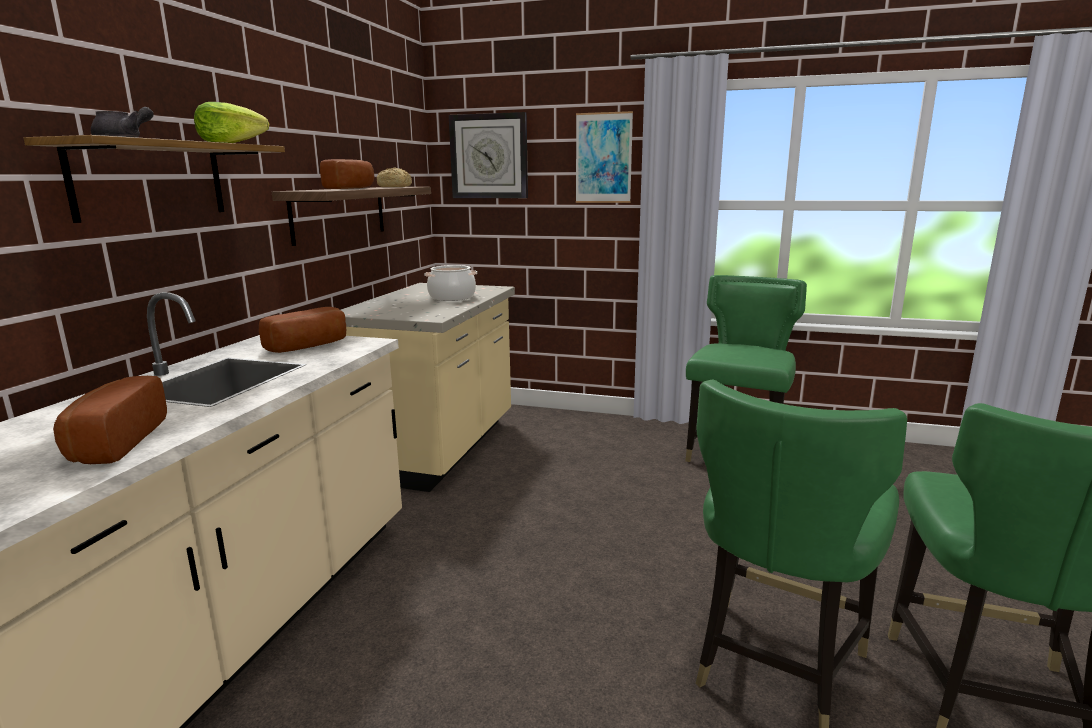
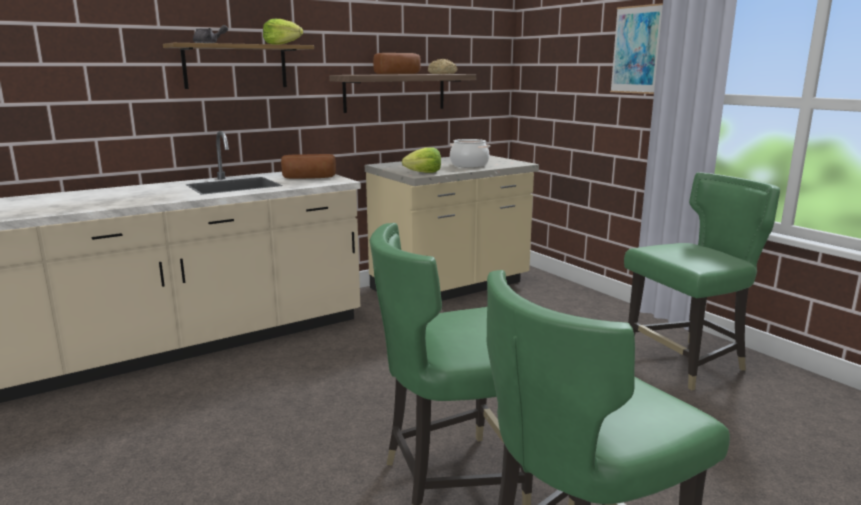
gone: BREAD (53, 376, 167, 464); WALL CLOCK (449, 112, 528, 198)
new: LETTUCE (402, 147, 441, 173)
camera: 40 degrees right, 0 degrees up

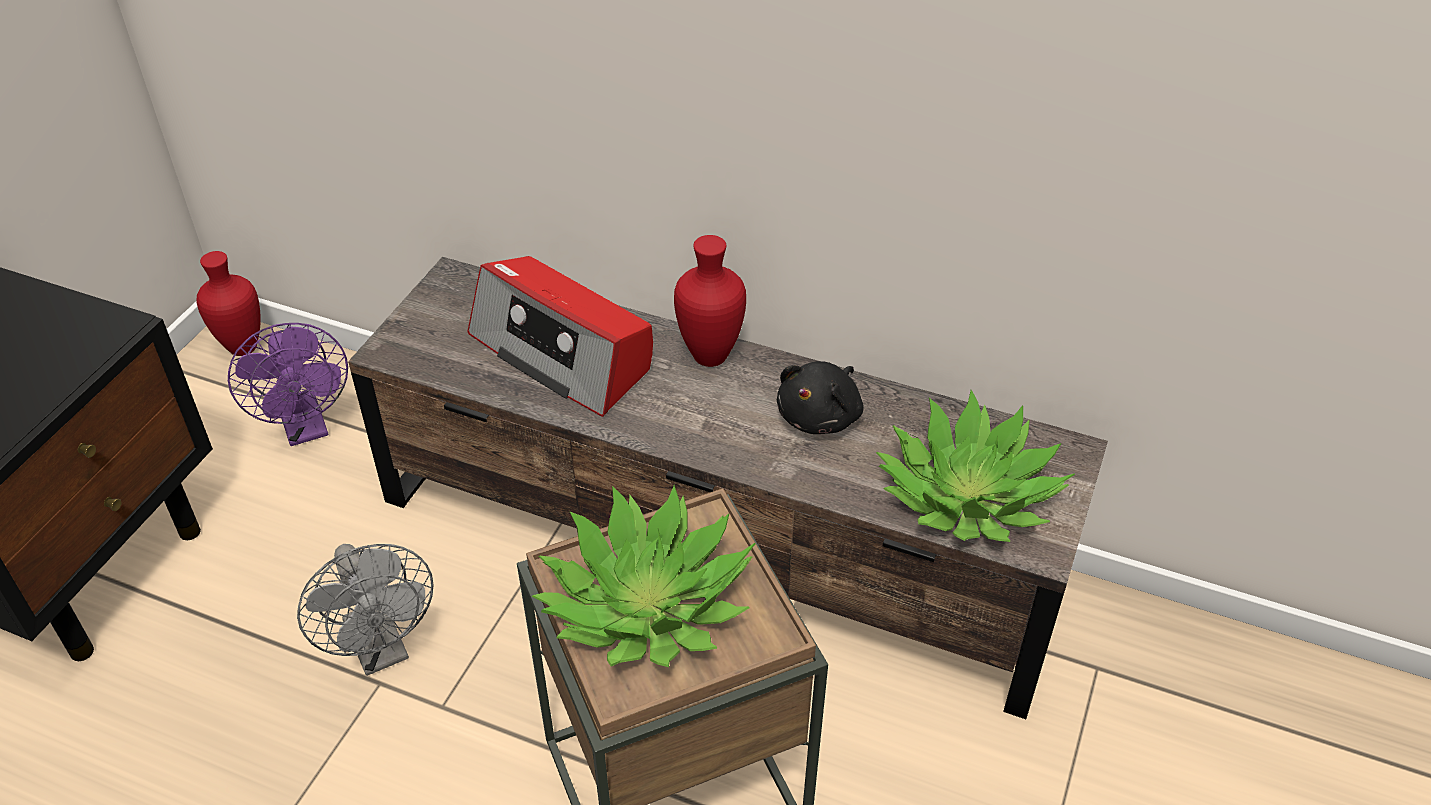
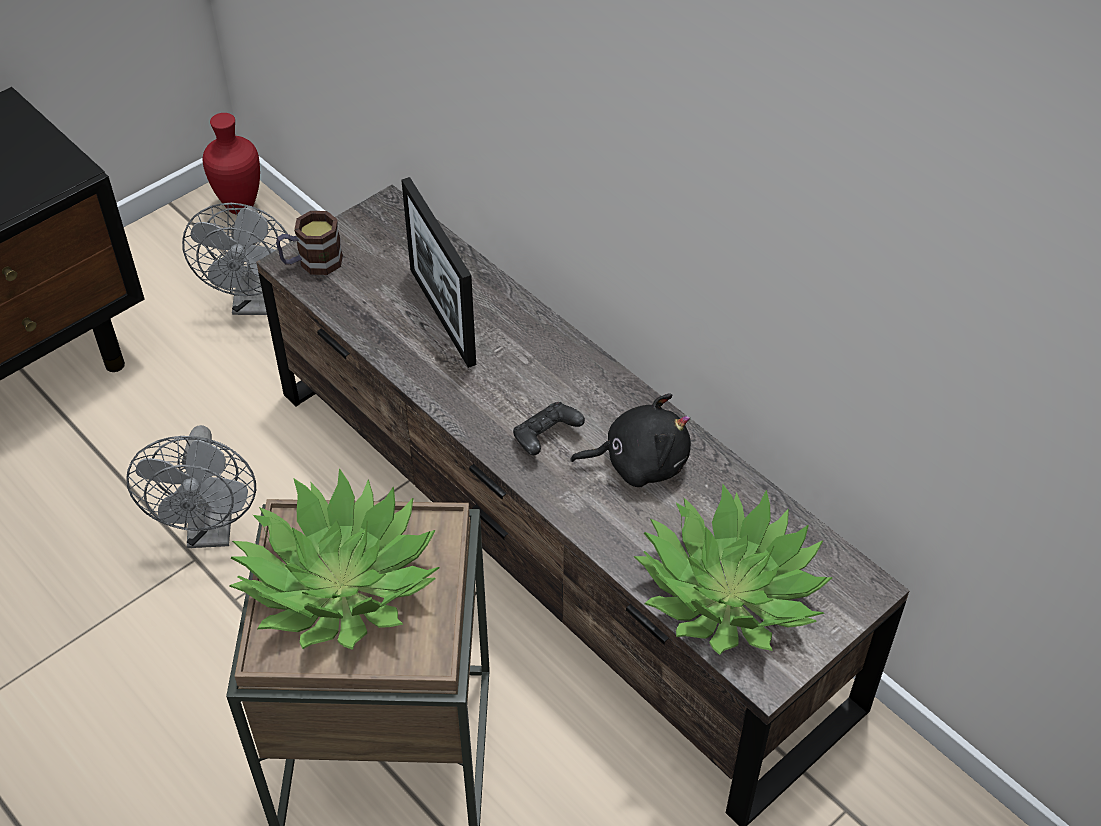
gone: RED VASE (674, 235, 746, 367)
new: MUG (276, 211, 343, 275); BLACK GAME CONTROLLER (513, 402, 585, 455)
swapped: RADIO (467, 256, 653, 417) to PICTURE FRAME (401, 177, 476, 368)
repainted: PURPLE FAN (228, 323, 348, 446) to GREY FAN (182, 203, 292, 315)
rotated: BLACK PLUSH TOY (777, 361, 864, 434) = (570, 393, 691, 487) 150 degrees counterclockwise
camera: 25 degrees right, 5 degrees up

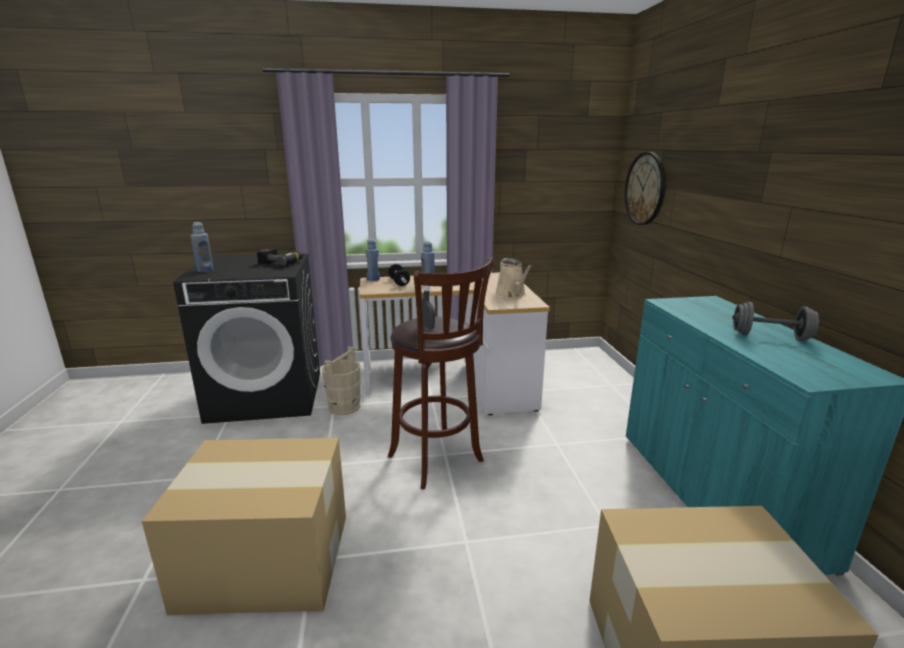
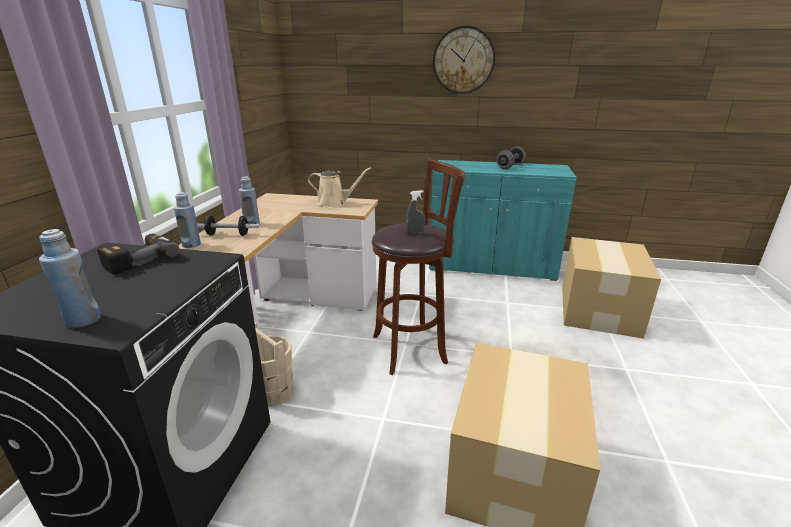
shifted: WALL CLOCK (625, 152, 666, 225) to (433, 26, 495, 94)
camera: 70 degrees left, 5 degrees up

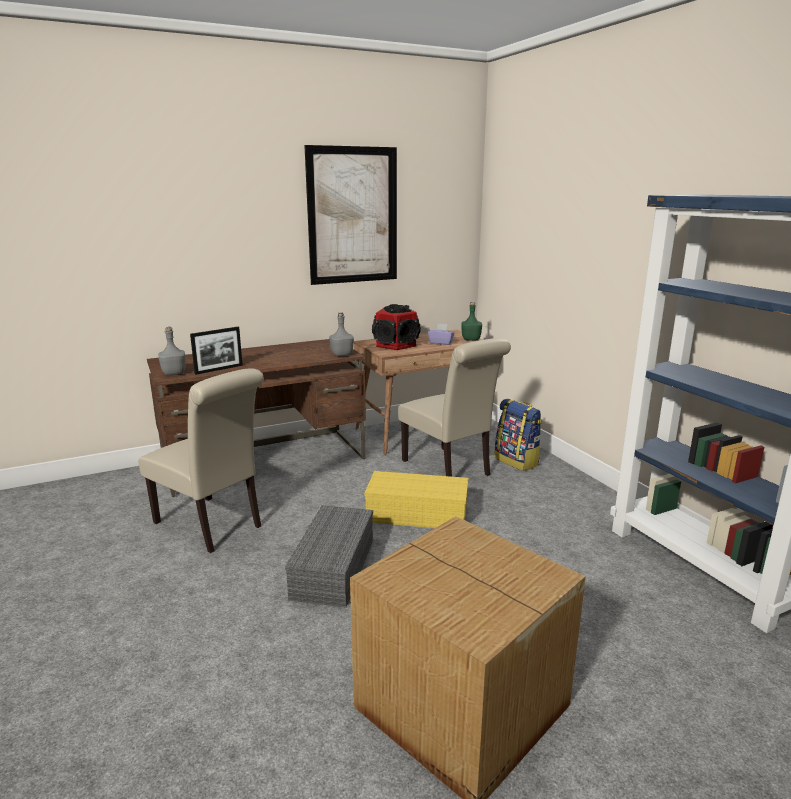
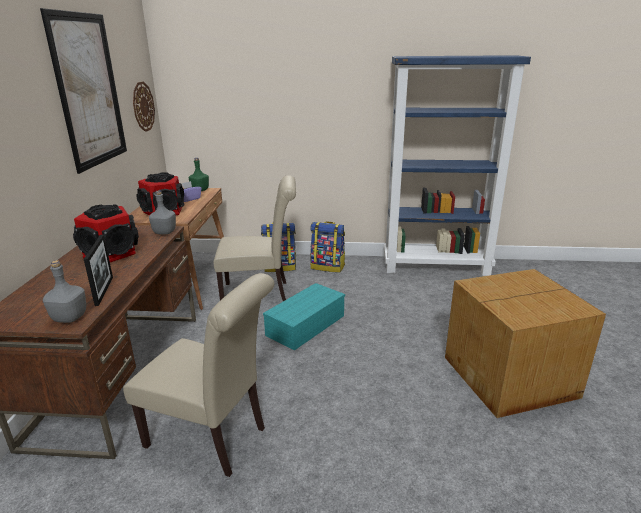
gone: GREY STORAGE BOX (285, 505, 373, 608)
new: SPEAKER (73, 204, 139, 262); WALL CLOCK (133, 82, 155, 132); BACKPACK (310, 221, 345, 273)
repainted: YELLOW STORAGE BOX (364, 471, 469, 528) to TURQUOISE STORAGE BOX (263, 283, 345, 350)
rotated: BEIGE CHAIR (138, 368, 264, 553) = (123, 273, 274, 477) 45 degrees clockwise
camera: 60 degrees left, 5 degrees up

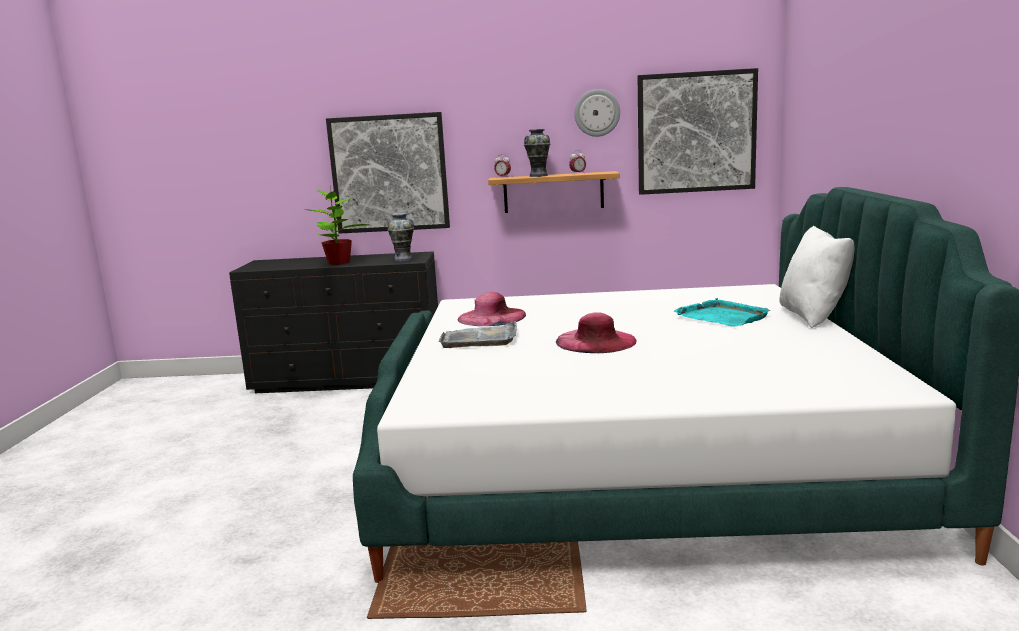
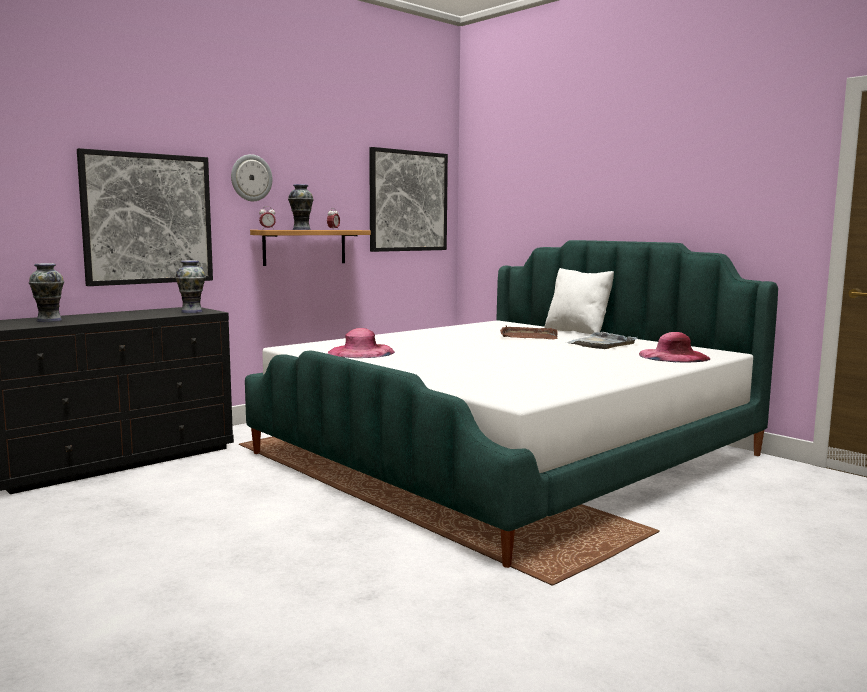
gone: POTTED PLANT (305, 186, 369, 265)
new: VASE (29, 263, 64, 322)
shifted: GREY TRAY (439, 321, 517, 348) to (566, 332, 638, 349); PINK HAT (556, 312, 637, 353) to (639, 332, 710, 362); WALL CLOCK (574, 89, 620, 137) to (231, 154, 273, 201)
repainted: TURQUOISE TRAY (674, 298, 770, 327) to BROWN TRAY (500, 325, 558, 339)
camera: 45 degrees left, 5 degrees down

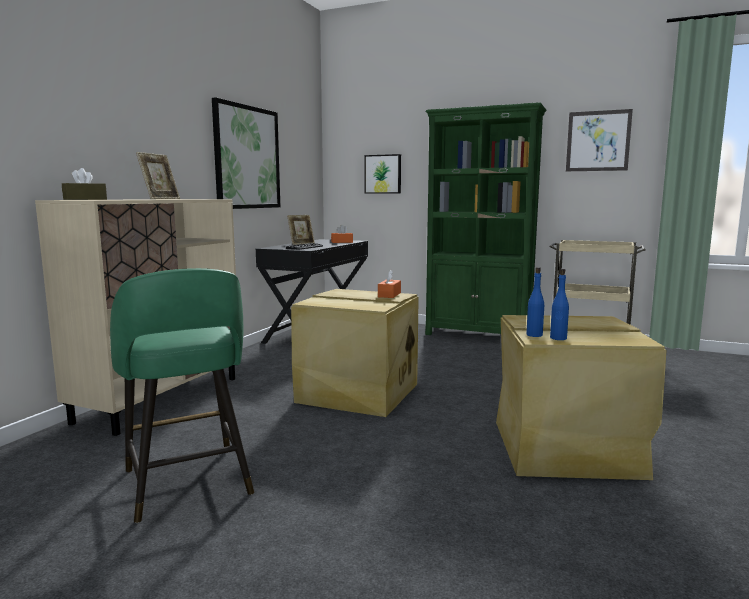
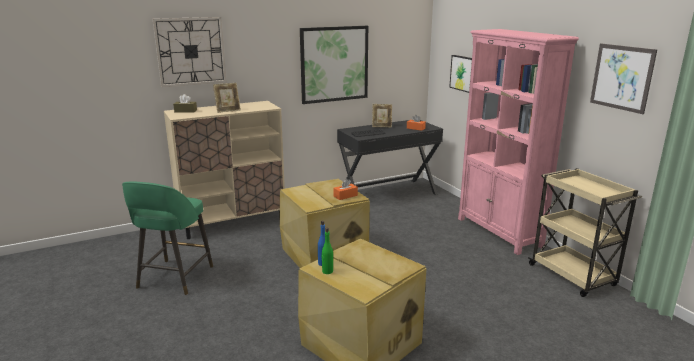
new: WALL CLOCK (153, 17, 226, 87)
repainted: GREEN BOOKCASE (425, 102, 547, 335) to PINK BOOKCASE (458, 29, 579, 255); BLUE BOTTLE (550, 269, 569, 340) to GREEN BOTTLE (321, 228, 333, 274)
camera: 40 degrees right, 10 degrees up

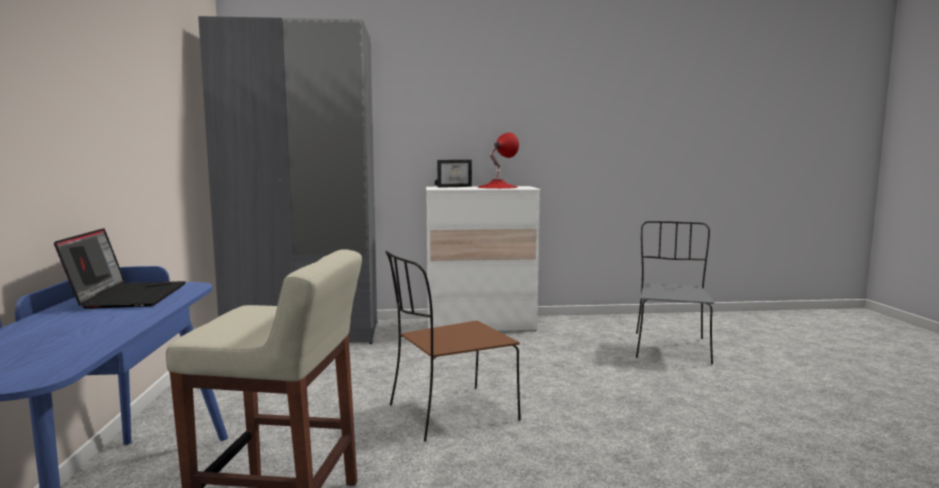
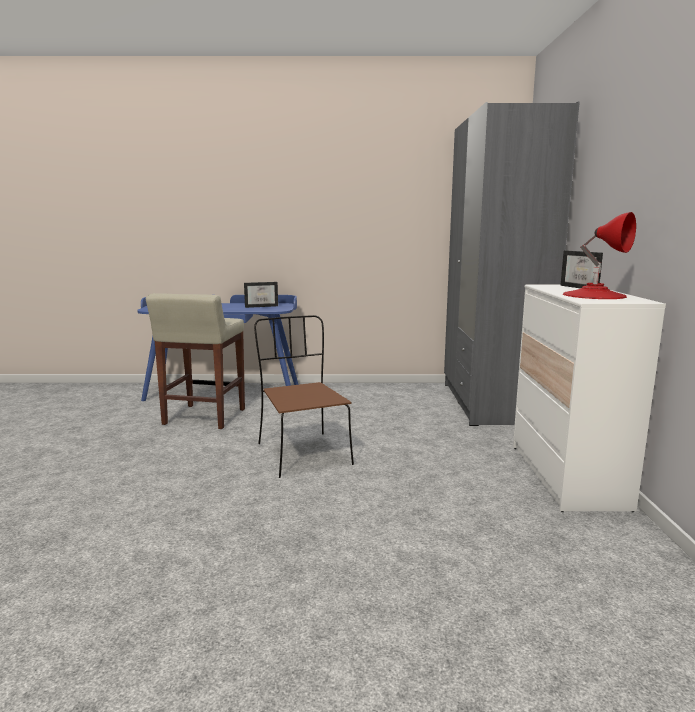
gone: GREY CHAIR (636, 221, 714, 364)
swapped: LAPTOP (54, 228, 186, 309) to PICTURE FRAME (244, 282, 278, 308)
camera: 95 degrees right, 5 degrees up

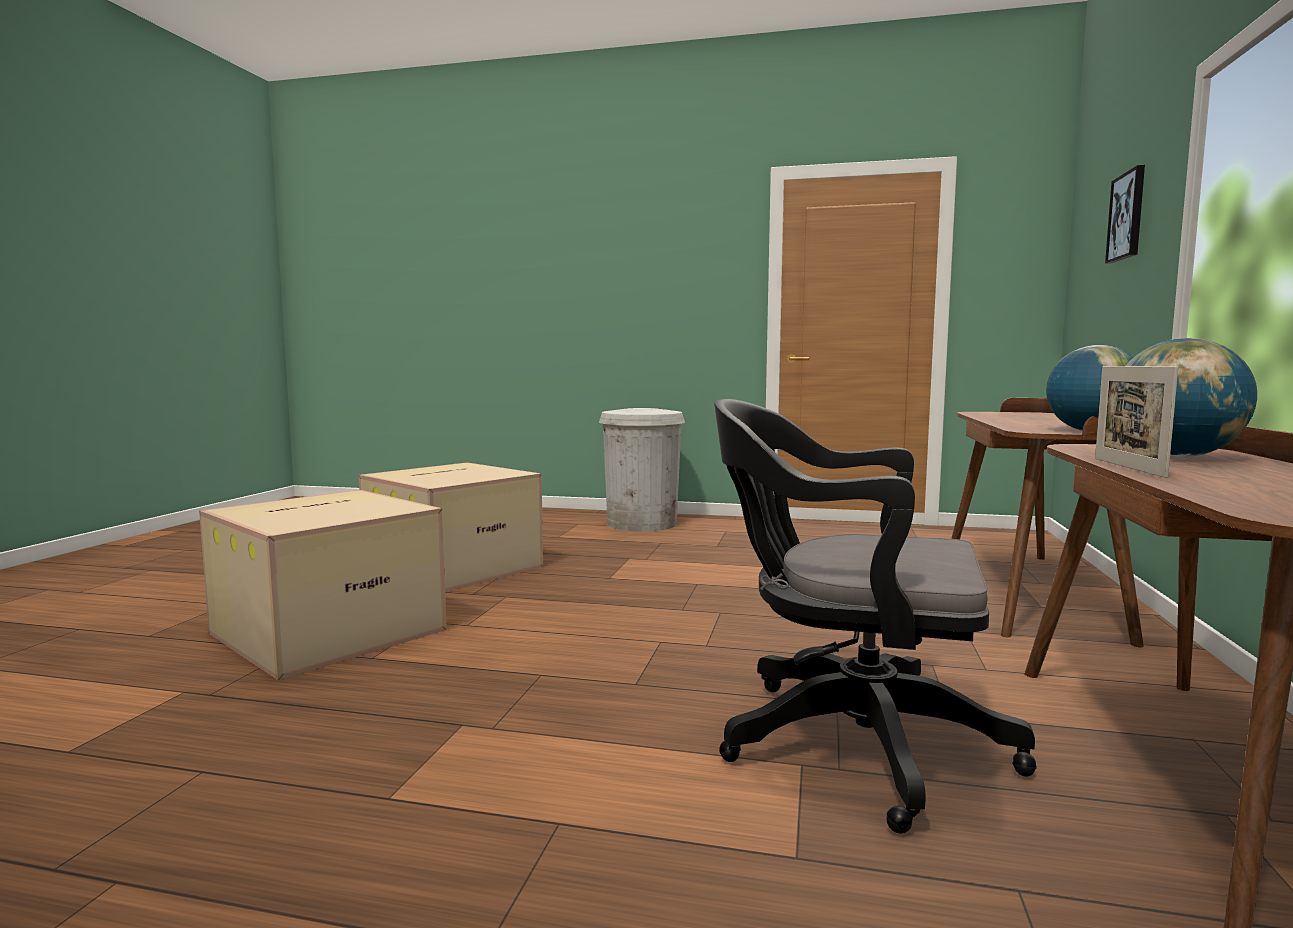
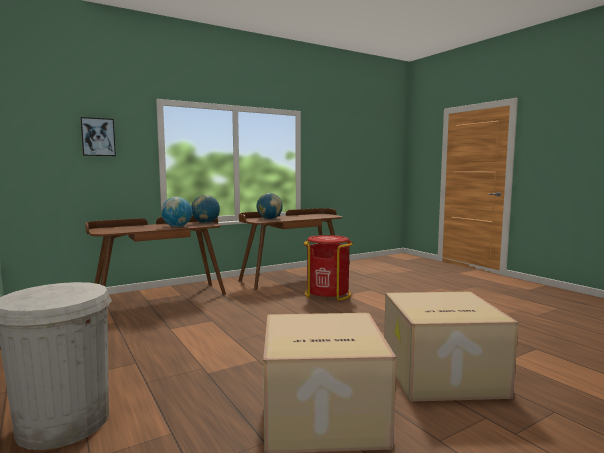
gone: PICTURE FRAME (1095, 366, 1178, 478)
new: GLOBE (161, 197, 192, 227)
swapped: BLACK OFFICE CHAIR (714, 399, 1037, 834) to RED TRASH CAN (304, 235, 353, 301)
camera: 135 degrees left, 0 degrees up

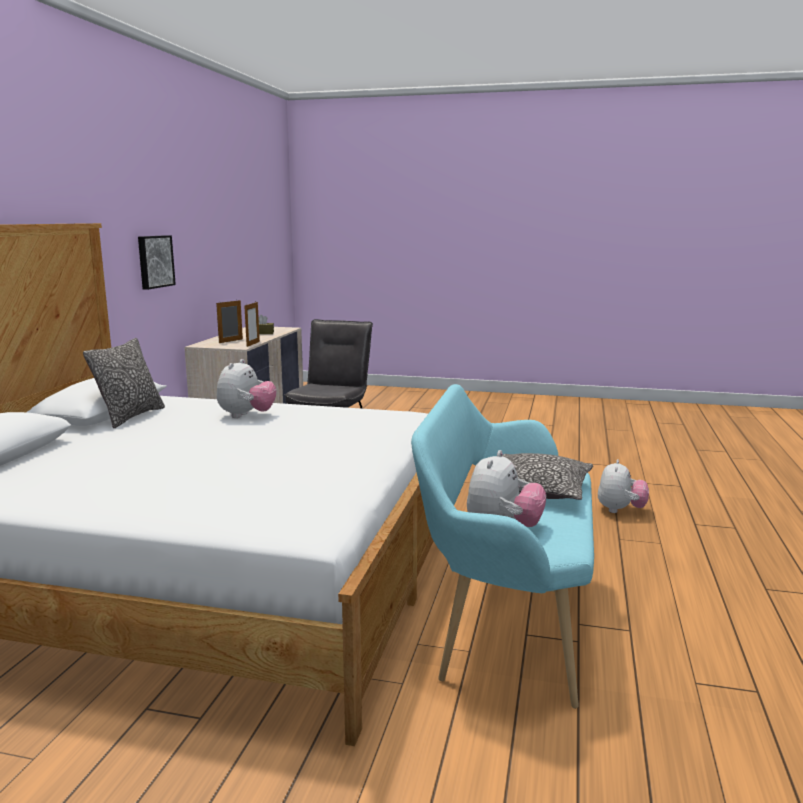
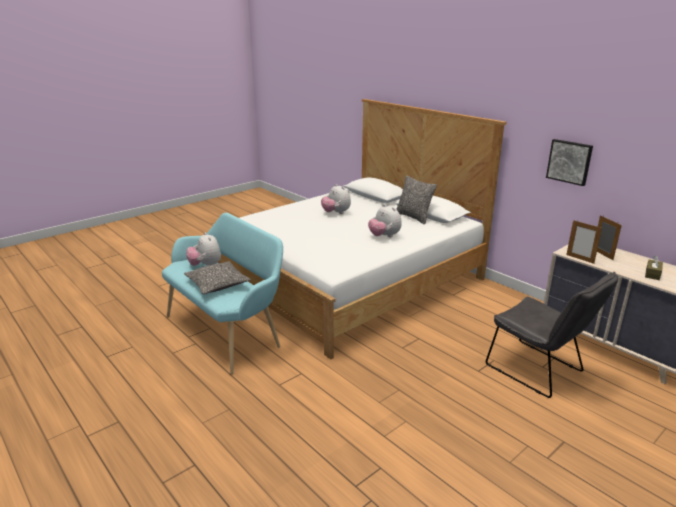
shifted: PLUSH TOY (598, 459, 649, 513) to (321, 184, 351, 214)
camera: 125 degrees right, 10 degrees up

